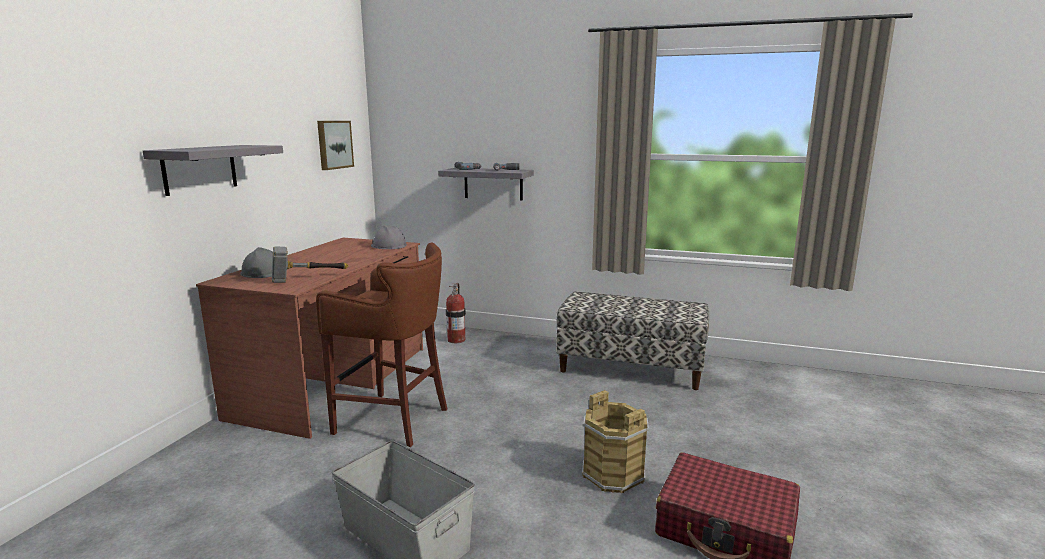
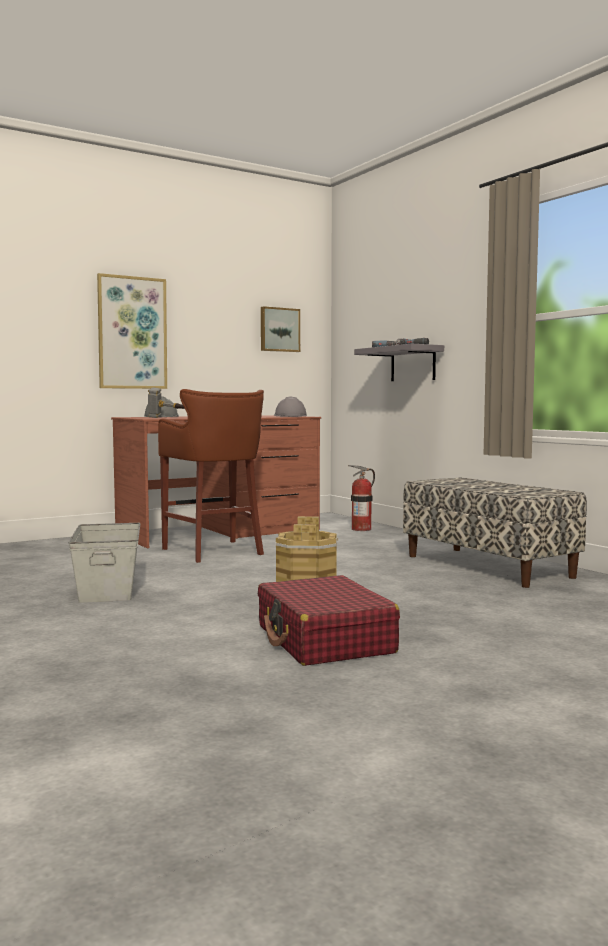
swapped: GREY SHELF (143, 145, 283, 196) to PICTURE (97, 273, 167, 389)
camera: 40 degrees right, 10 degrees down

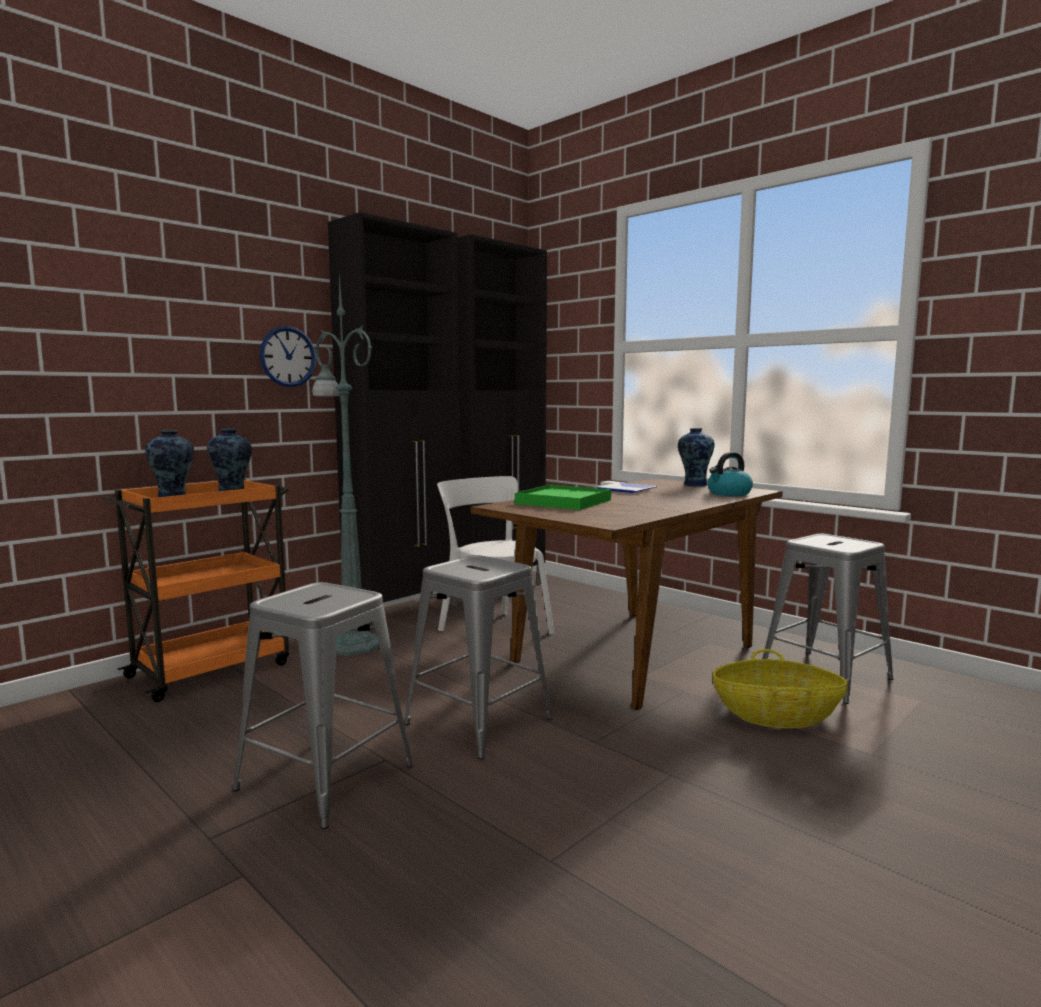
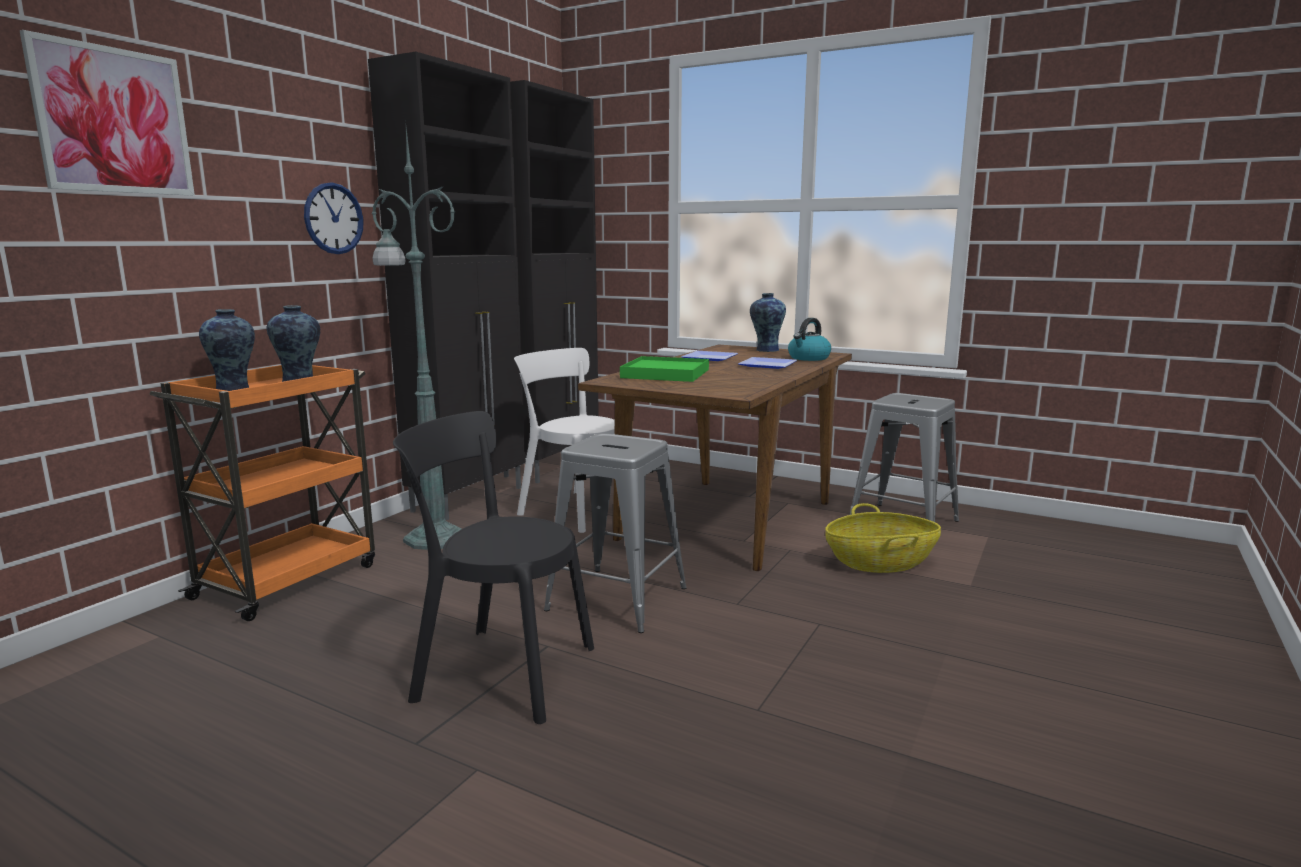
new: PICTURE (20, 30, 195, 196); PLATE (738, 357, 797, 369)
swapped: GREY STOOL (232, 582, 413, 829) to BLACK CHAIR (393, 411, 594, 724)
camera: 15 degrees left, 5 degrees up

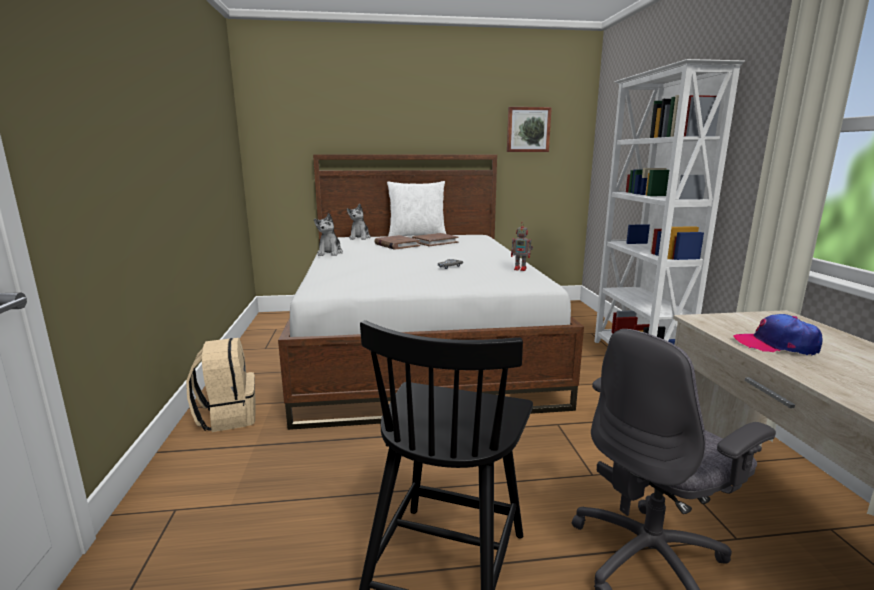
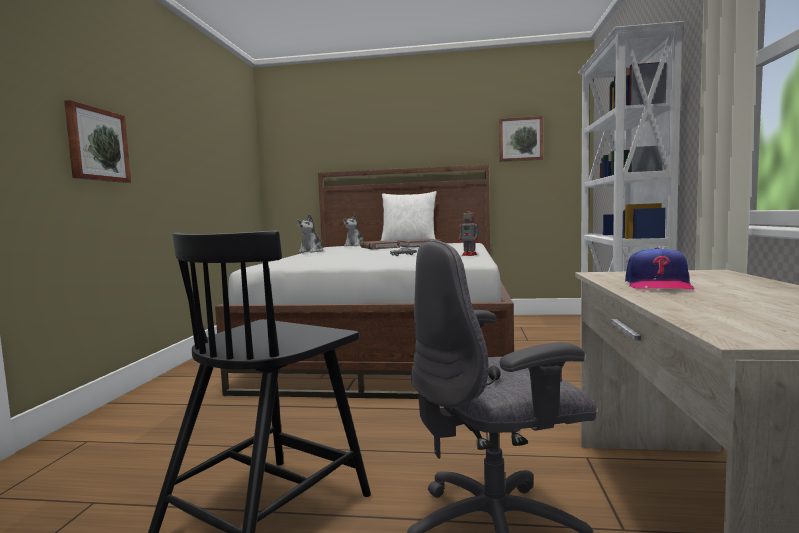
gone: BEIGE BACKPACK (186, 338, 256, 432)
new: PICTURE (64, 100, 131, 183)
rotated: CAP (733, 314, 822, 356) = (625, 247, 695, 291) 105 degrees counterclockwise
camera: 15 degrees right, 10 degrees down

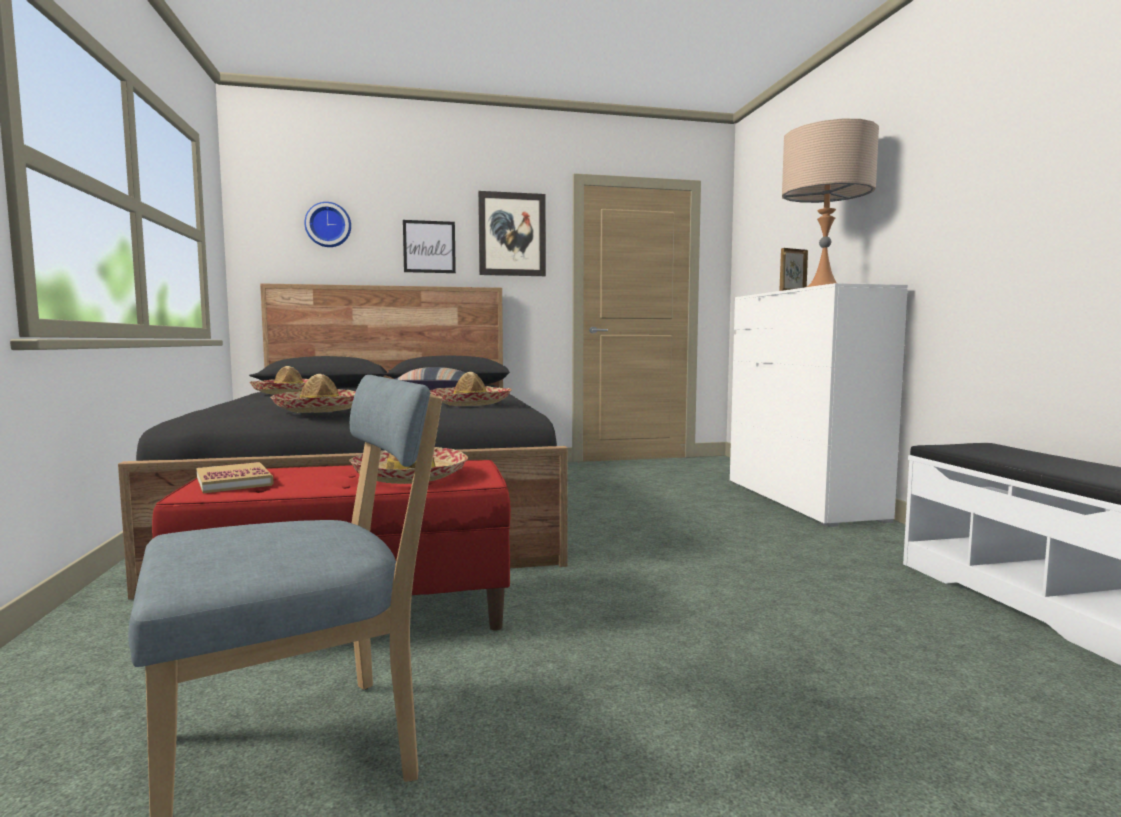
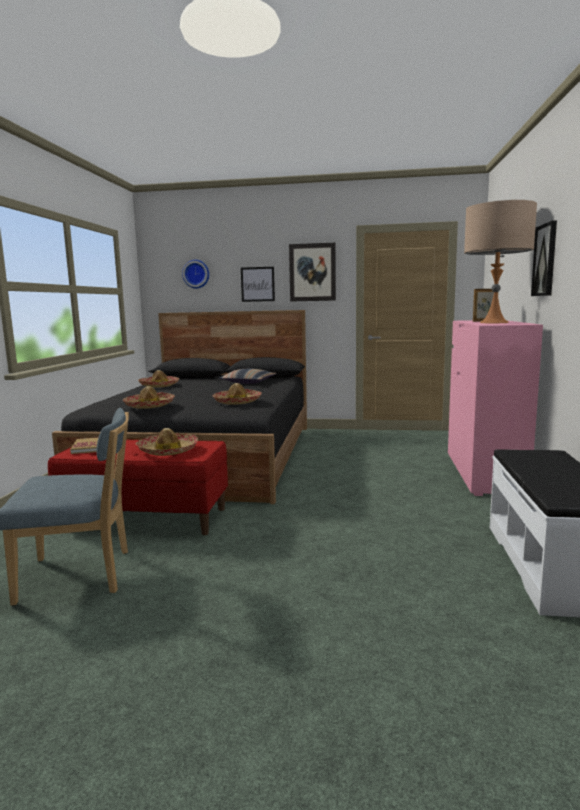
new: PICTURE (531, 220, 557, 296)
repainted: WHITE DRESSER (730, 283, 908, 527) to PINK DRESSER (448, 320, 543, 496)
camera: 20 degrees right, 5 degrees up

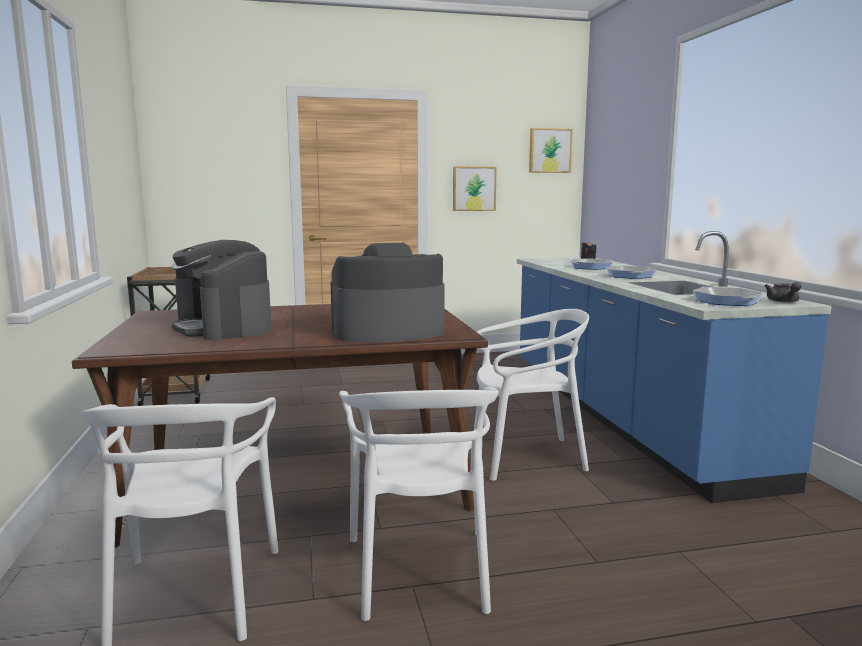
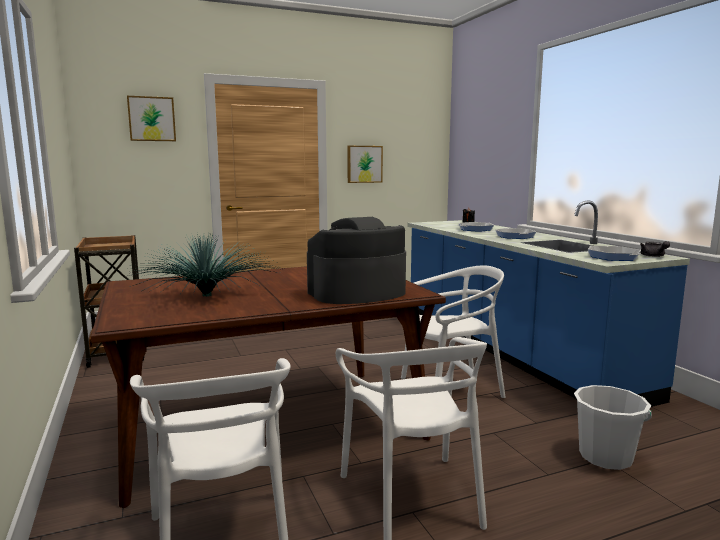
new: WHITE BUCKET (574, 385, 652, 470)
shifted: PICTURE (529, 128, 573, 173) to (127, 96, 176, 141)
swapped: COFFEE MACHINE (172, 240, 271, 340) to POTTED PLANT (124, 233, 284, 297)
camera: 10 degrees left, 0 degrees up

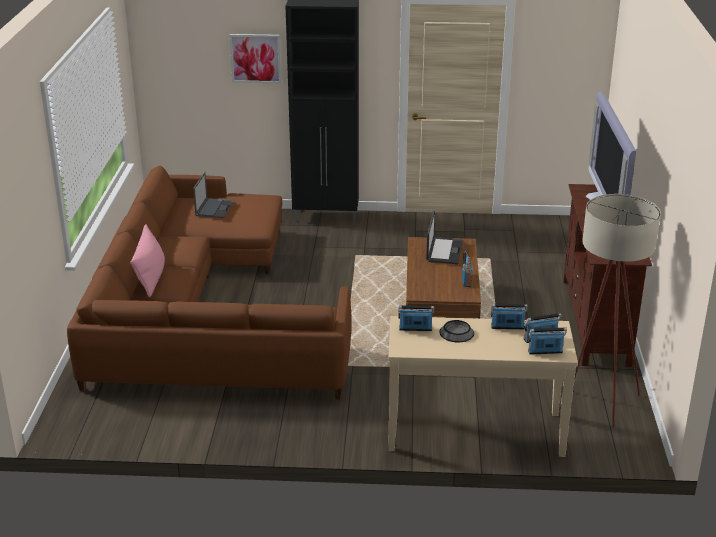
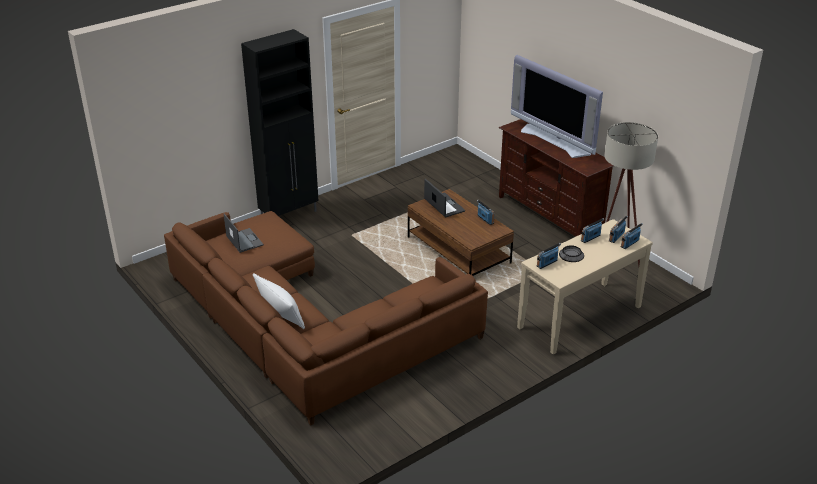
gone: PICTURE (229, 34, 281, 83)
repainted: PINK PILLOW (131, 224, 165, 297) to WHITE PILLOW (253, 273, 305, 329)
camera: 40 degrees left, 5 degrees up

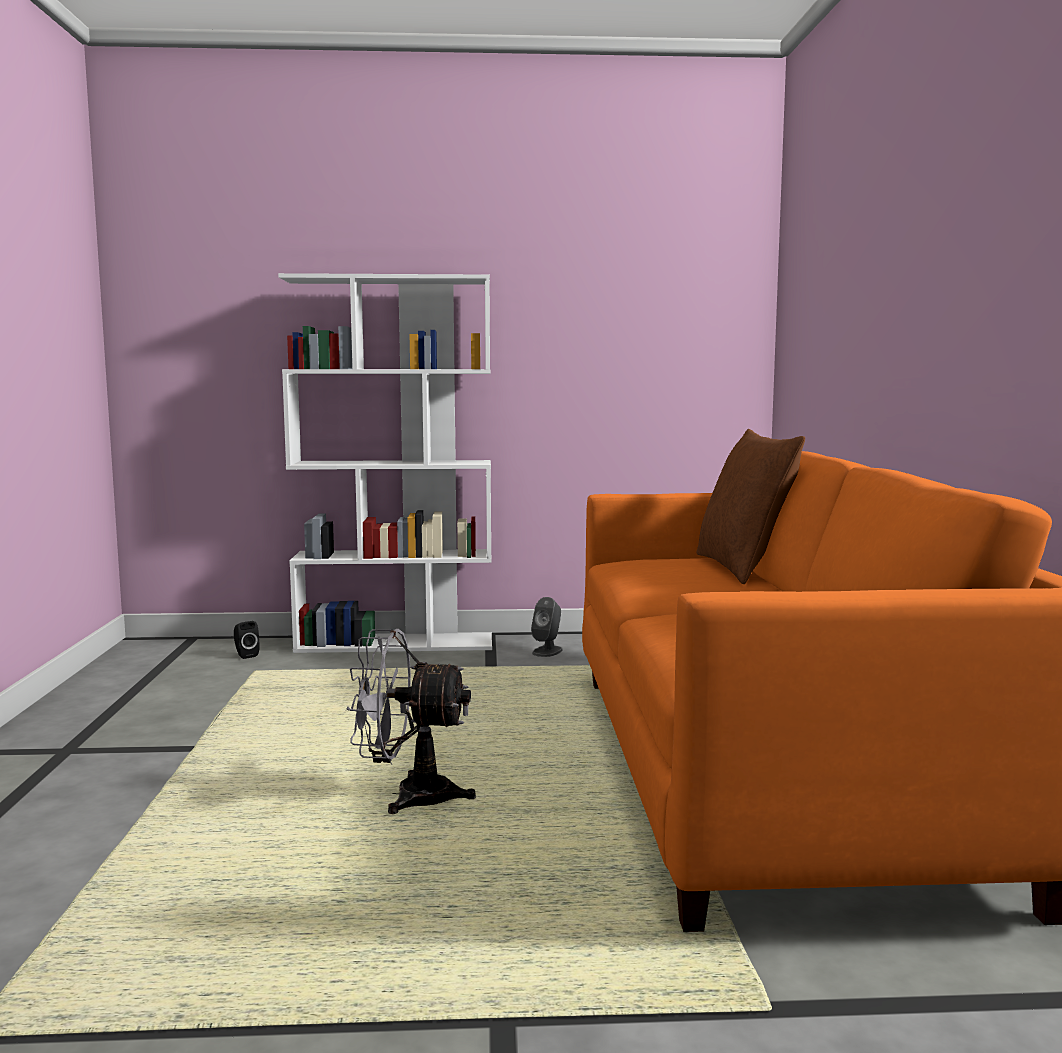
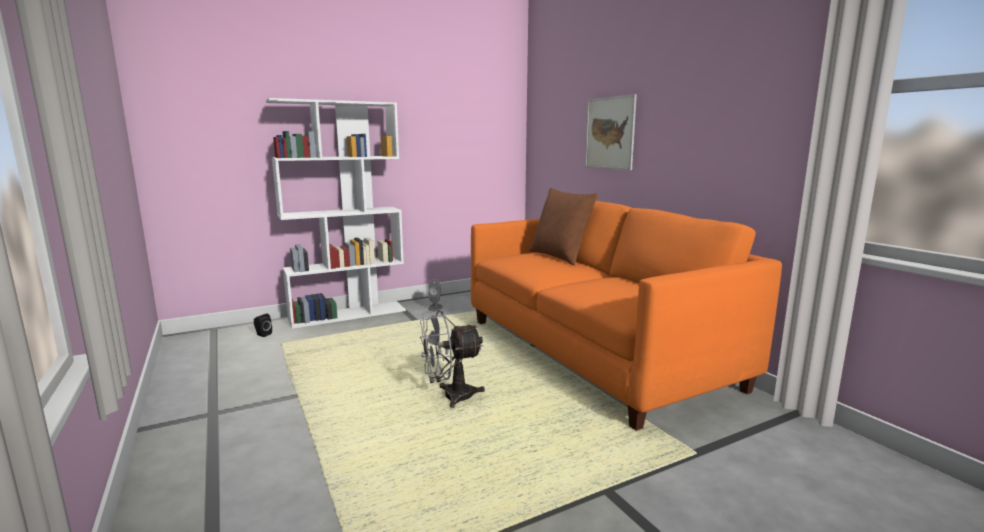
new: PICTURE (585, 94, 637, 170)
camera: 25 degrees left, 5 degrees up

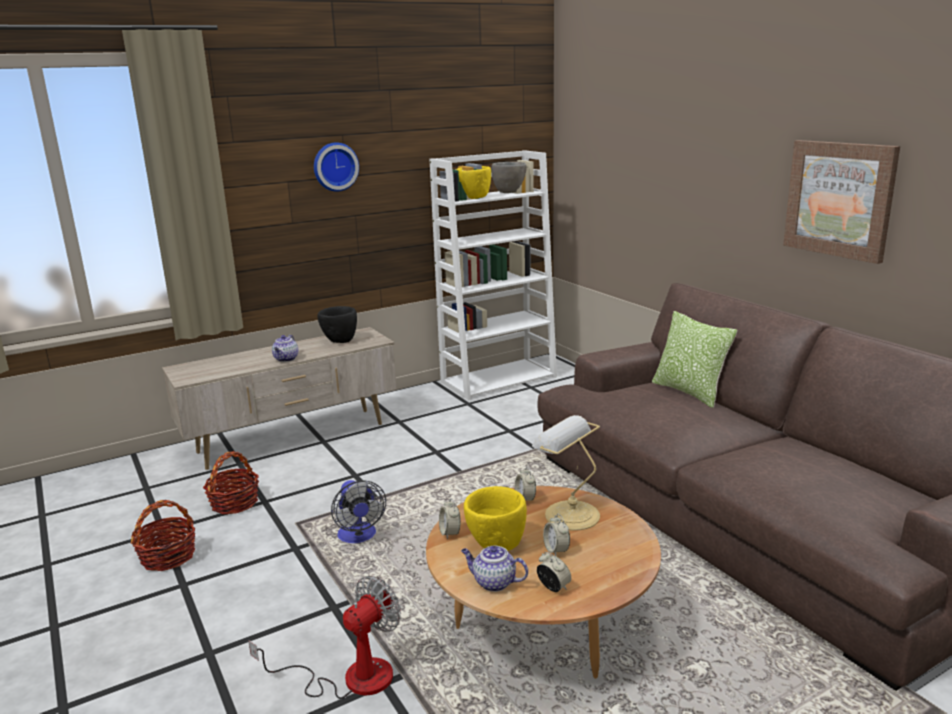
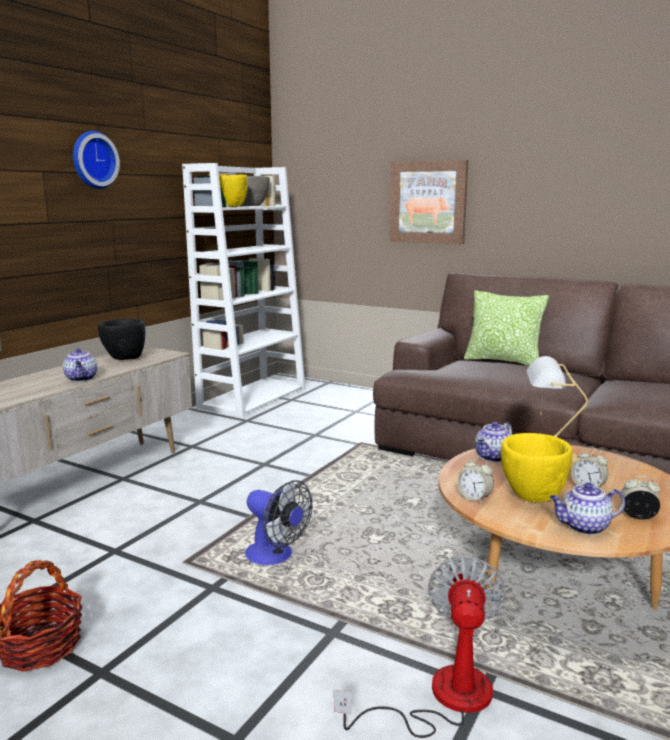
gone: BASKET (203, 451, 259, 514)
shifted: PICTURE (783, 140, 900, 264) to (389, 160, 468, 244)
swapped: ALARM CLOCK (515, 467, 536, 501) to TEAPOT (475, 421, 512, 462)
camera: 30 degrees left, 5 degrees down

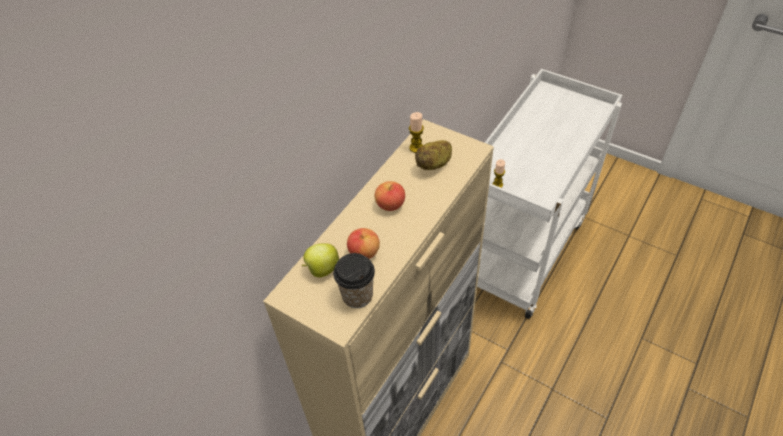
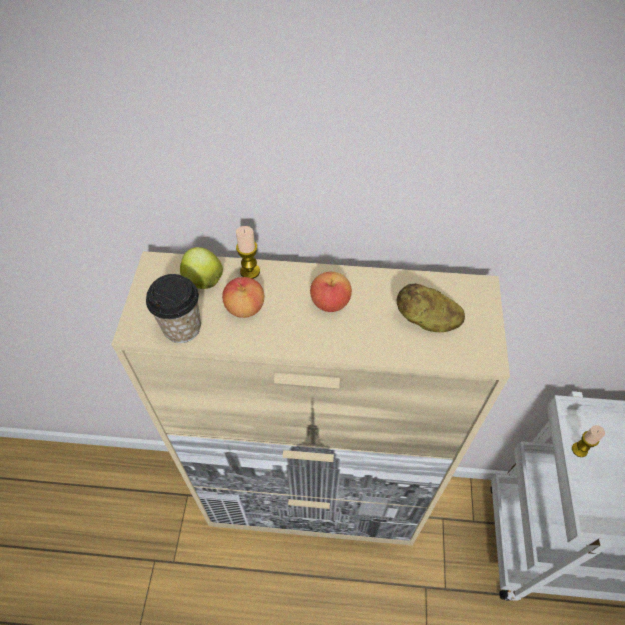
shifted: CANDLE (409, 112, 424, 153) to (236, 226, 260, 279)
camera: 60 degrees right, 5 degrees up

